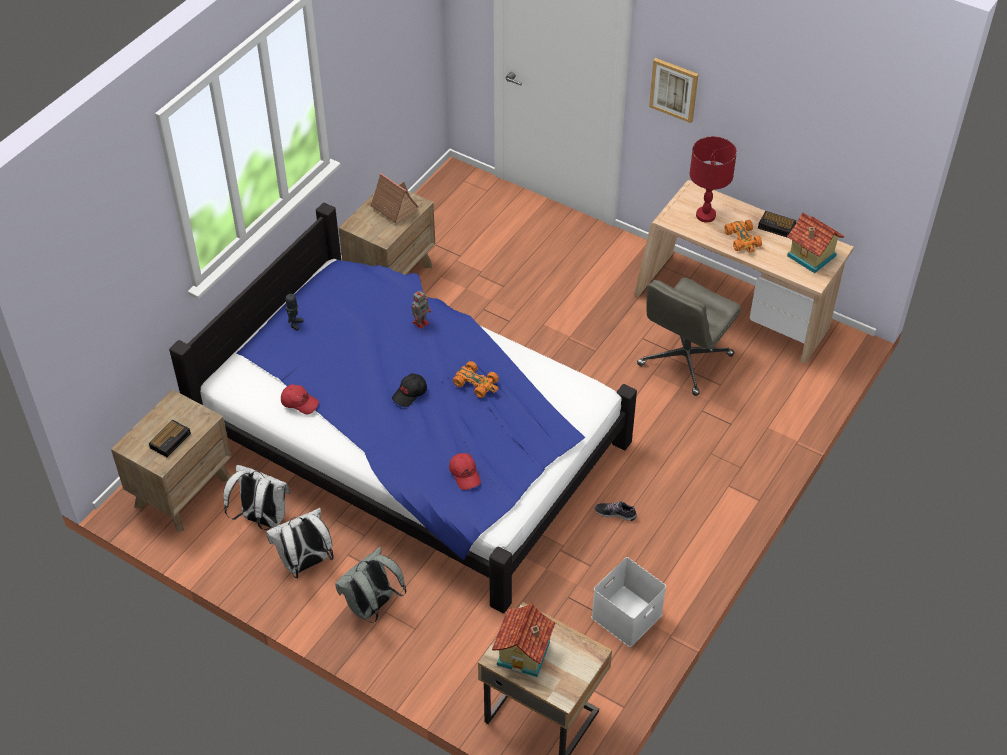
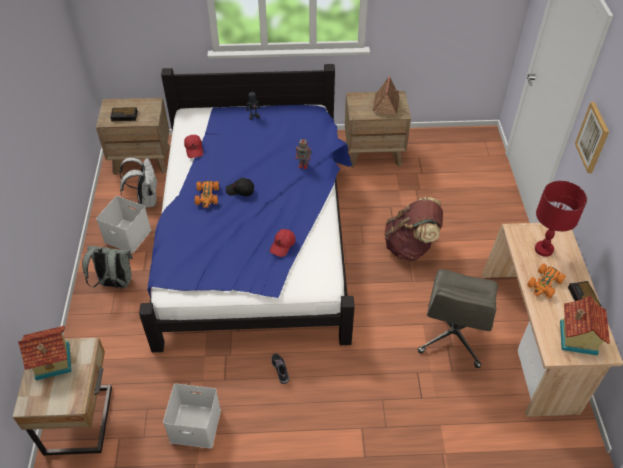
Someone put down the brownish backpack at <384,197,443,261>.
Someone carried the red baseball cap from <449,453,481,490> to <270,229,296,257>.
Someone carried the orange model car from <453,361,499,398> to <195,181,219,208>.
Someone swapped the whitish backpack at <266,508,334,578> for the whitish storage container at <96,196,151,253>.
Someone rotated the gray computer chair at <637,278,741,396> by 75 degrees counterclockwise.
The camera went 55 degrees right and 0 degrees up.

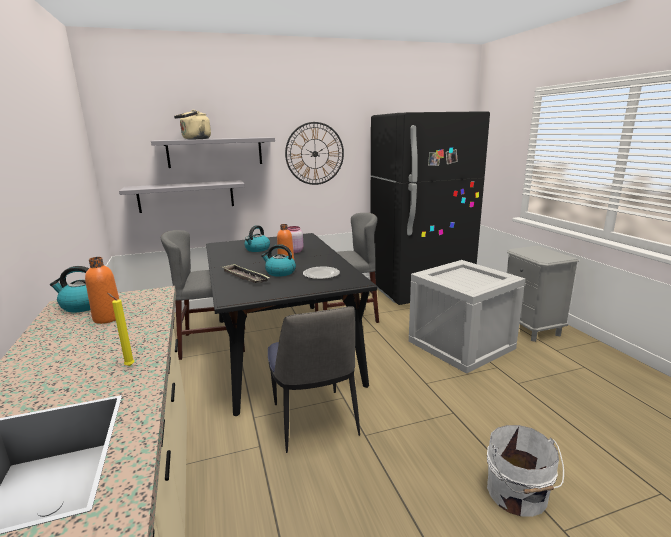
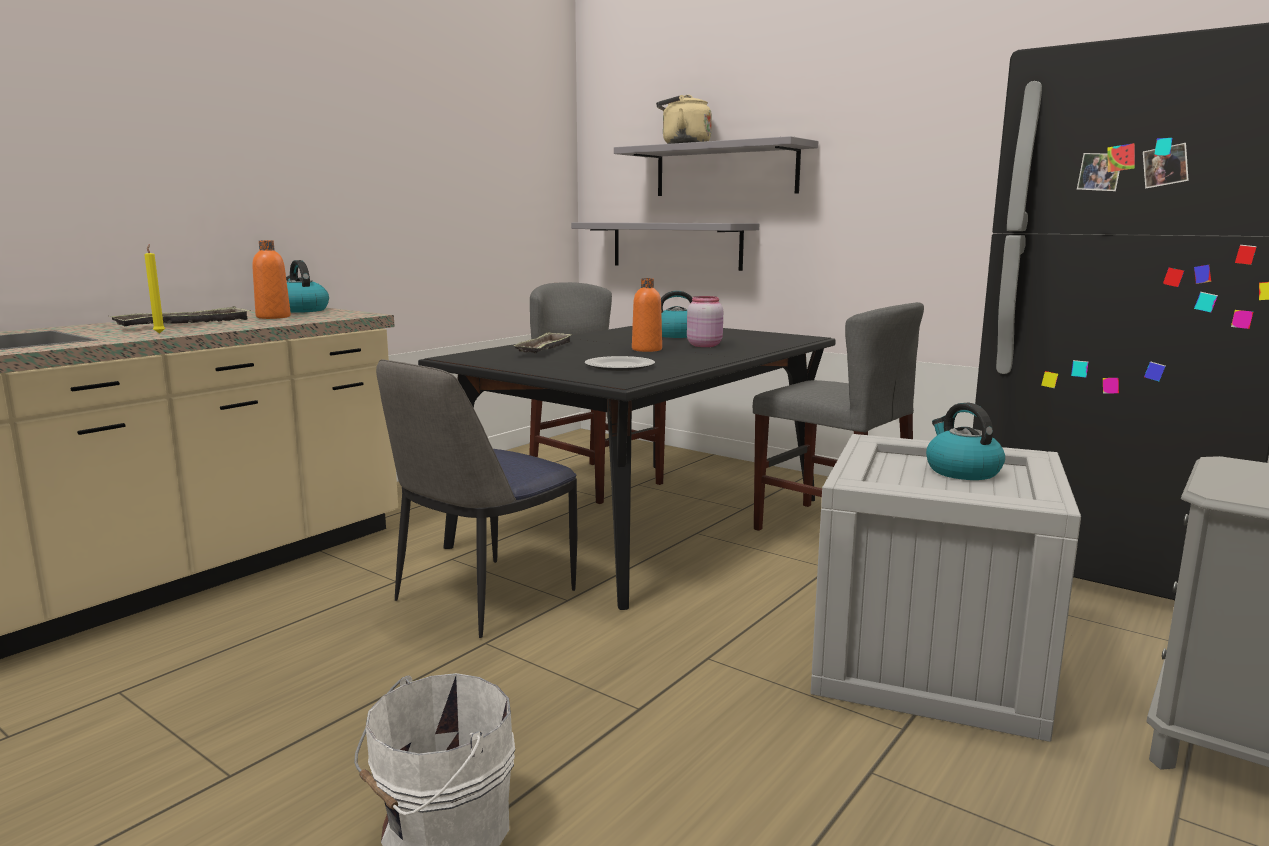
Someone took away the wall clock at <285,122,344,185>.
Someone put down the tray at <108,306,251,326>.
Someone carried the tea kettle from <261,244,296,277> to <926,403,1005,480>.
The camera went 55 degrees right and 5 degrees down.

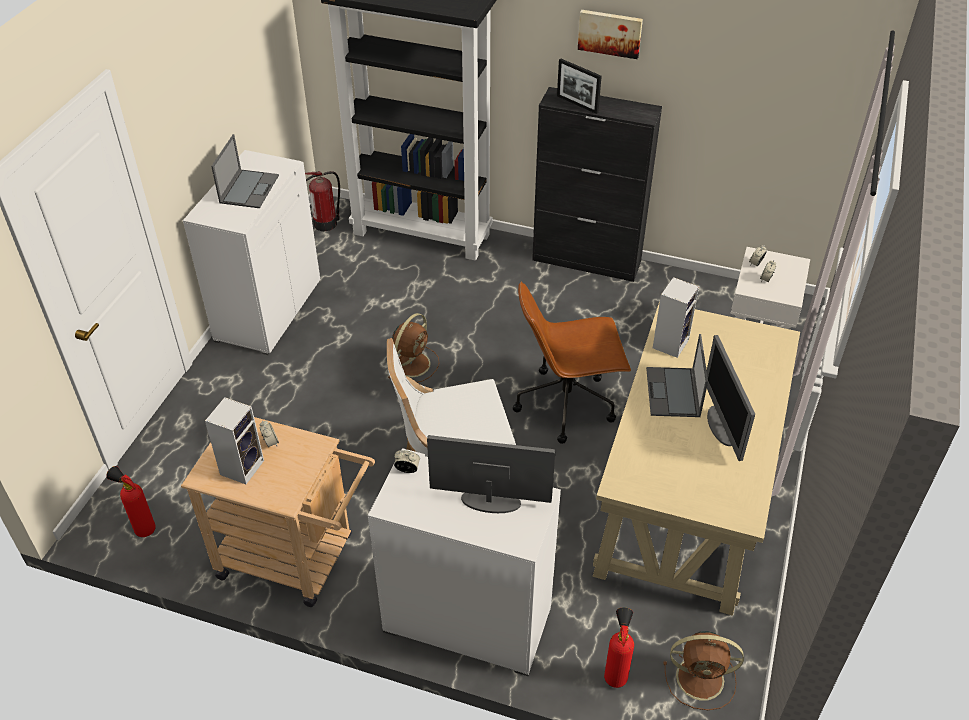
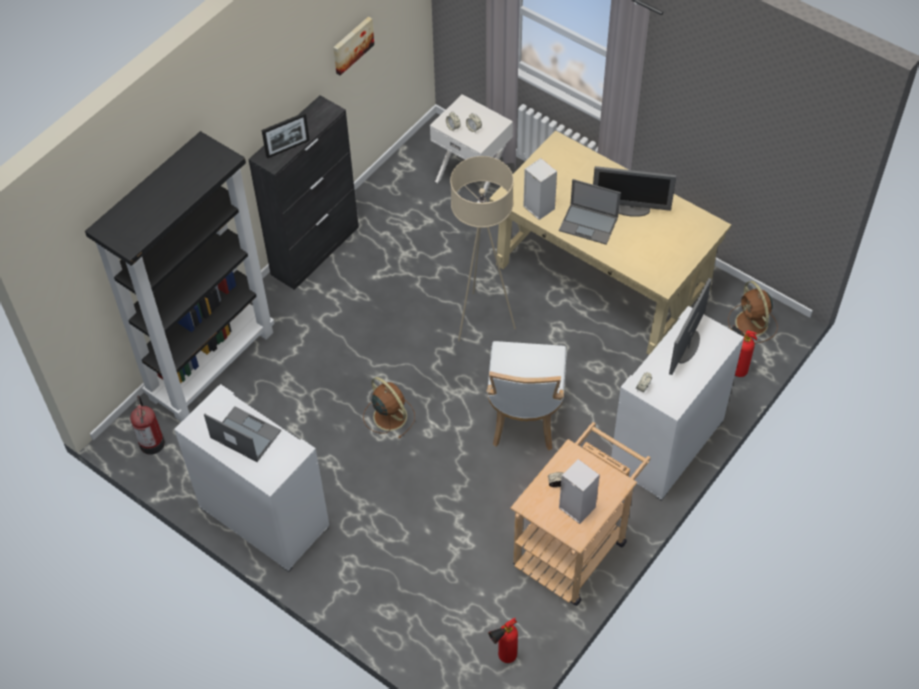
Someone carried the picture from <578,10,643,59> to <333,17,374,75>.
Someone swapped the brownish computer chair at <513,281,631,444> for the beige standing lamp at <450,156,516,341>.
Someone rotated the brownish cooling fan at <664,631,744,710> by 135 degrees clockwise.
The camera went 70 degrees left and 10 degrees up.

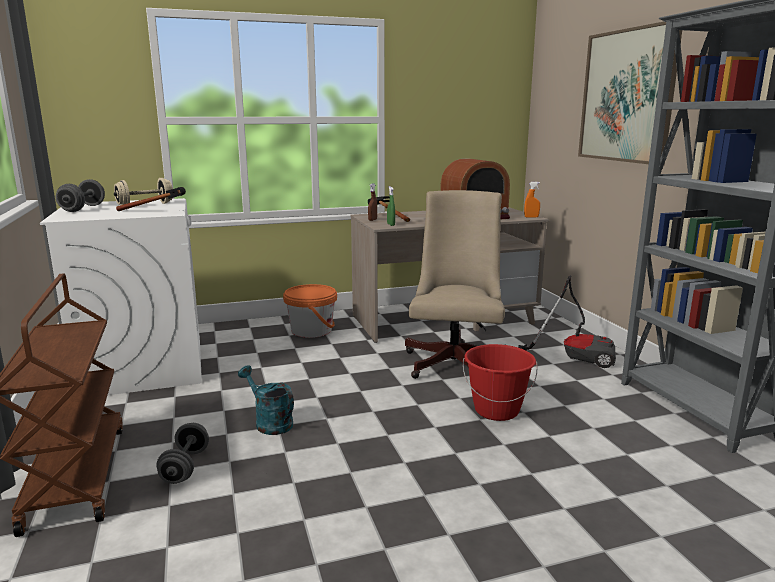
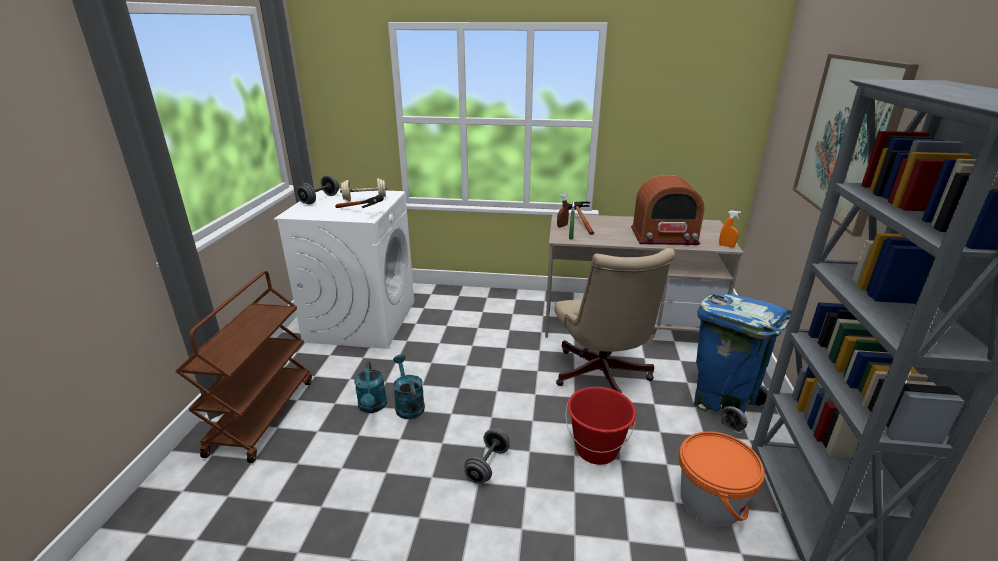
Someone put down the turquoise sprinkling can at <354,361,387,413>.
Someone carried the gray hand weight from <157,423,209,484> to <464,428,510,484>.
Someone carried the orange pail from <283,284,337,338> to <679,431,765,526>.
Someone swapped the vacuum at <518,276,616,368> for the blue-coloured waste bin at <693,293,792,433>.
Someone rotated the beige computer chair at <405,190,505,379> by 135 degrees clockwise.
The camera went 25 degrees right and 10 degrees up.

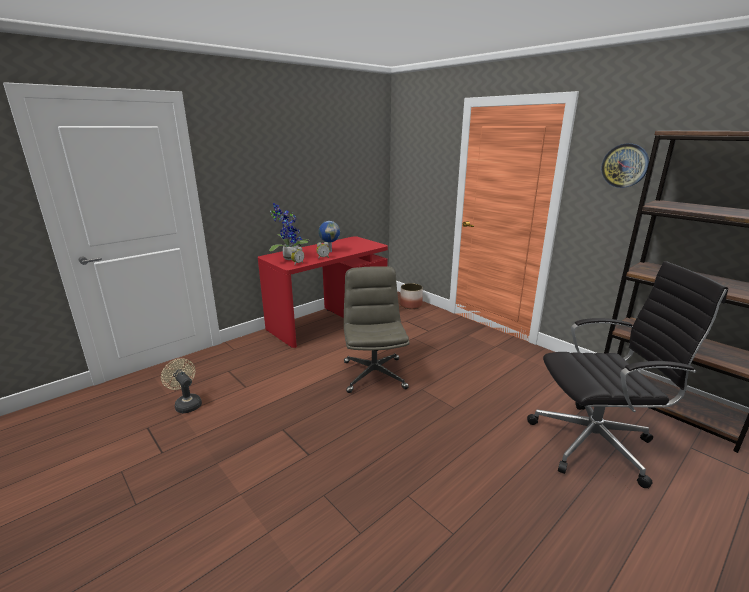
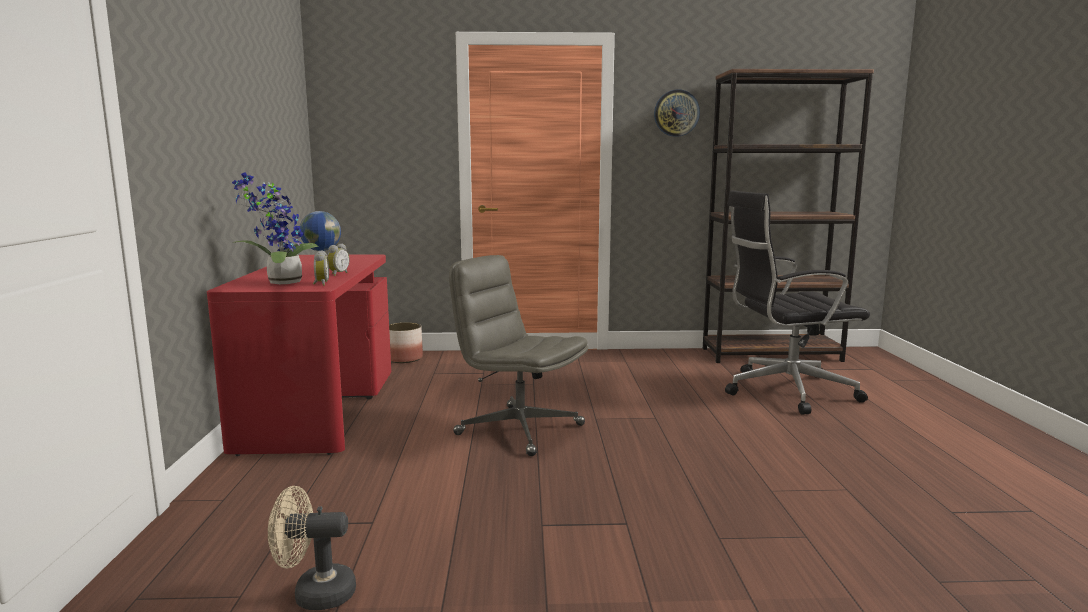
Someone rotated the black-coloured computer chair at <527,261,728,488> by 135 degrees counterclockwise.
The camera went 50 degrees left and 10 degrees down.

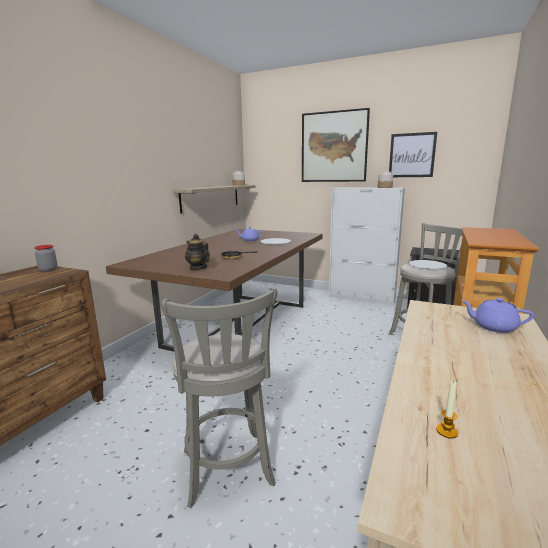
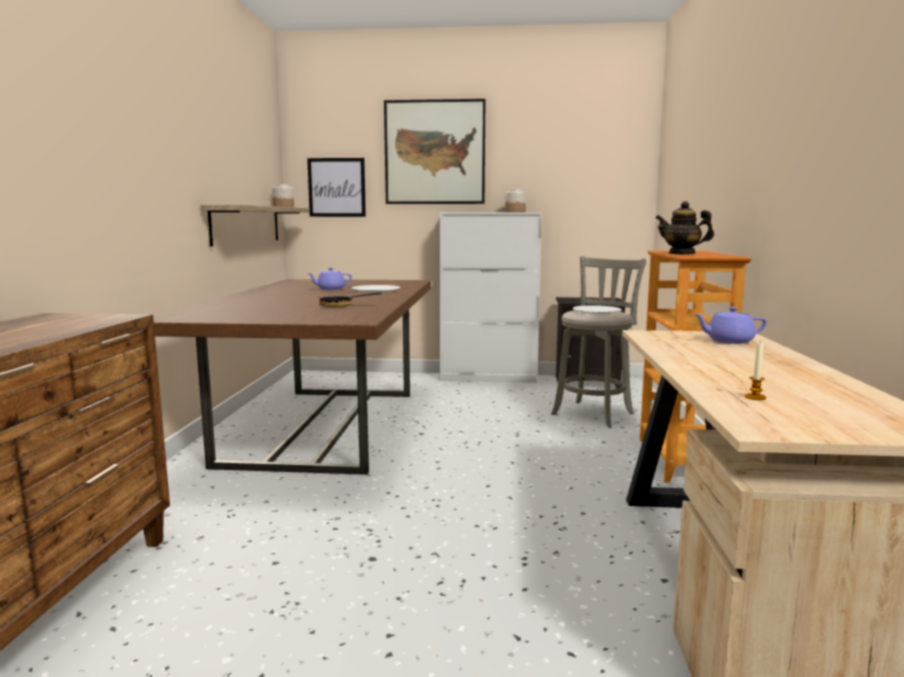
Someone took away the jar at <34,245,58,272>.
Someone took away the gray sitting stool at <161,287,278,508>.
Someone carried the pot for tea from <185,234,210,270> to <656,201,714,254>.
Someone carried the picture from <389,132,437,177> to <307,158,366,217>.
The camera went 20 degrees left and 5 degrees down.

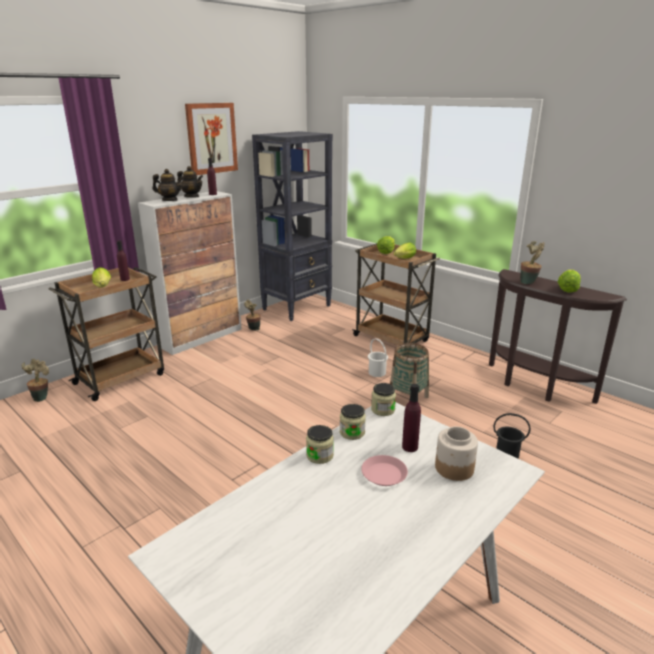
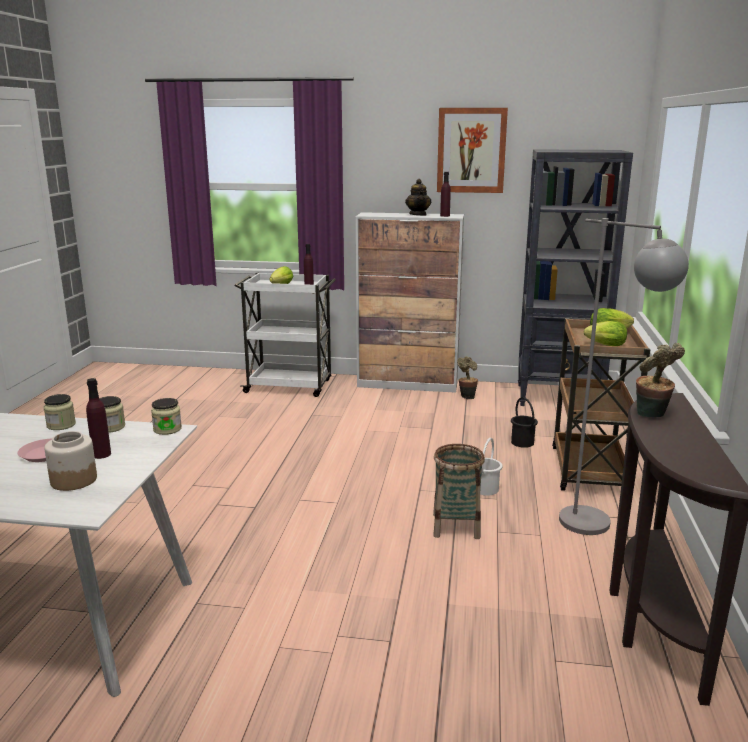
Someone took away the plant in a pot at <21,359,49,402>.
Someone took away the pot for tea at <153,169,183,201>.
Someone took away the head of lettuce at <557,270,581,292>.
Someone put down the gray standing lamp at <559,218,689,535>.
Someone carried the black-coloured pail from <494,413,530,458> to <511,397,538,448>.
Someone repainted the brownish trolley at <49,266,164,401>, which became the whitish trolley at <234,273,336,397>.
The camera went 55 degrees right and 5 degrees down.

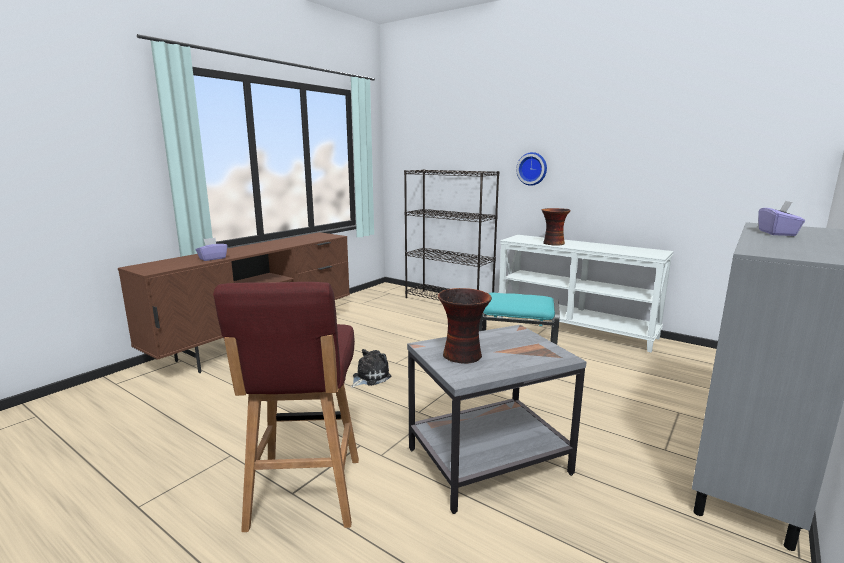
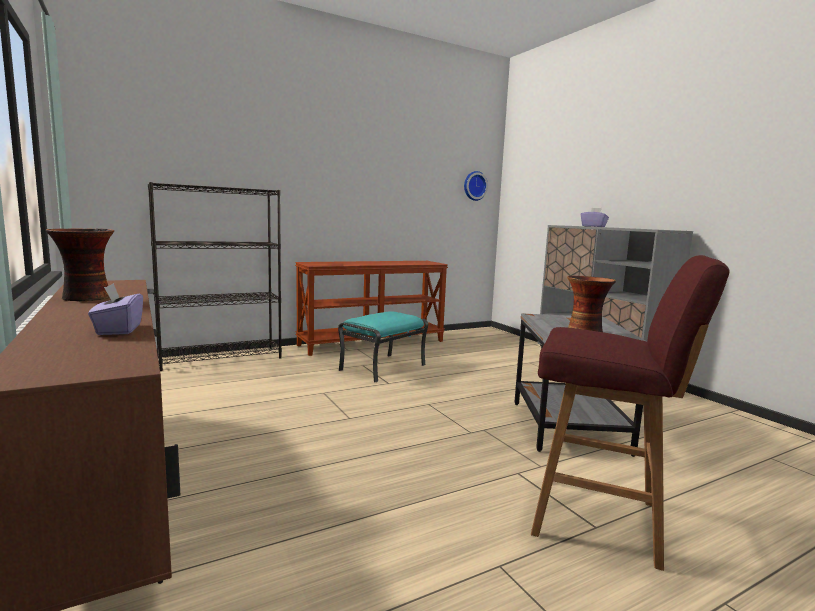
Someone took away the soft toy at <351,349,391,388>.
Someone carried the wall clock from <516,152,547,186> to <464,171,488,201>.
Someone carried the vase from <542,208,571,245> to <46,228,114,301>.
Someone repainted the whitish hall table at <498,235,674,352>, which became the brownish hall table at <295,261,448,356>.
The camera went 65 degrees left and 5 degrees down.

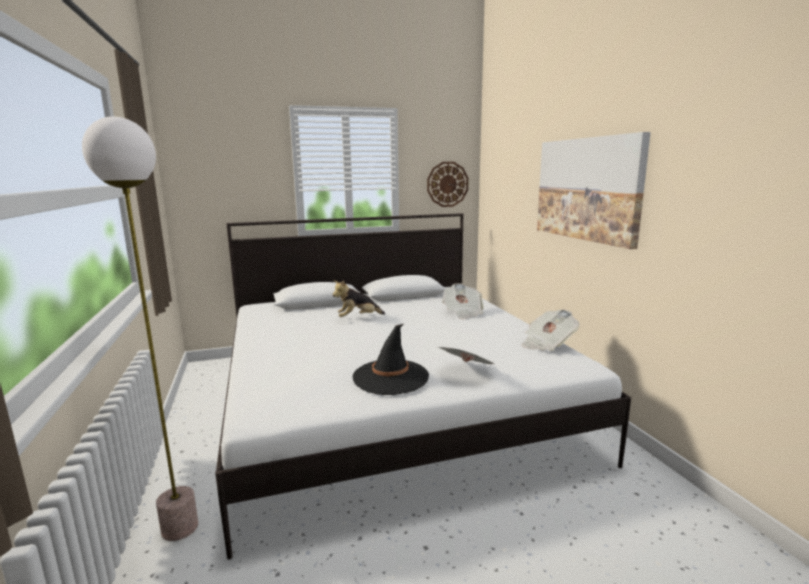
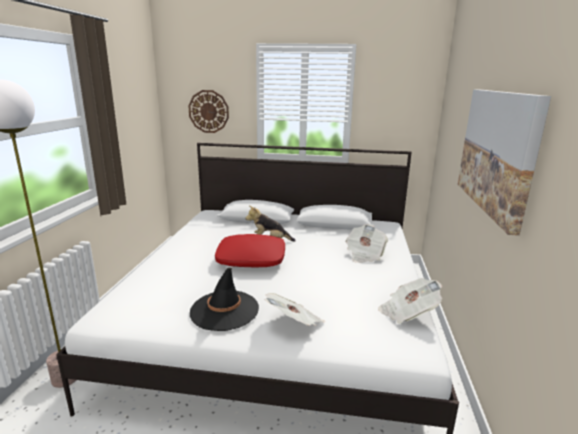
Someone put down the red pillow at <215,234,285,267>.
Someone carried the wall clock from <427,162,468,207> to <188,90,229,133>.
The camera went 25 degrees right and 5 degrees up.

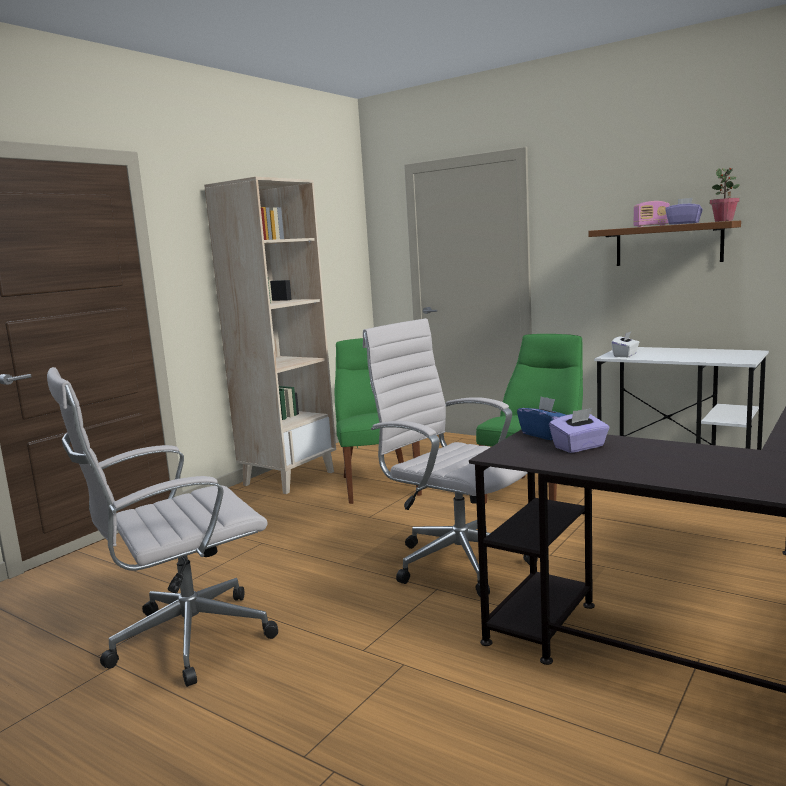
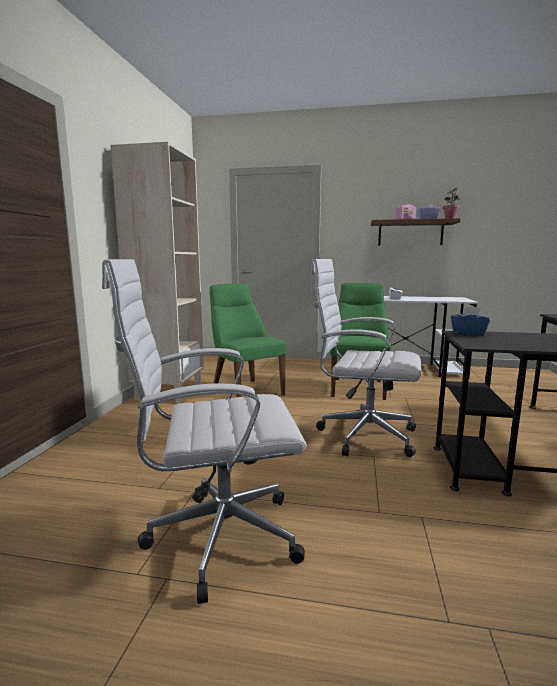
Someone took away the purplish tissue holder at <549,408,609,453>.
Someone rotated the whitish computer chair at <47,367,278,687> by 45 degrees clockwise.
The camera went 25 degrees left and 0 degrees up.

